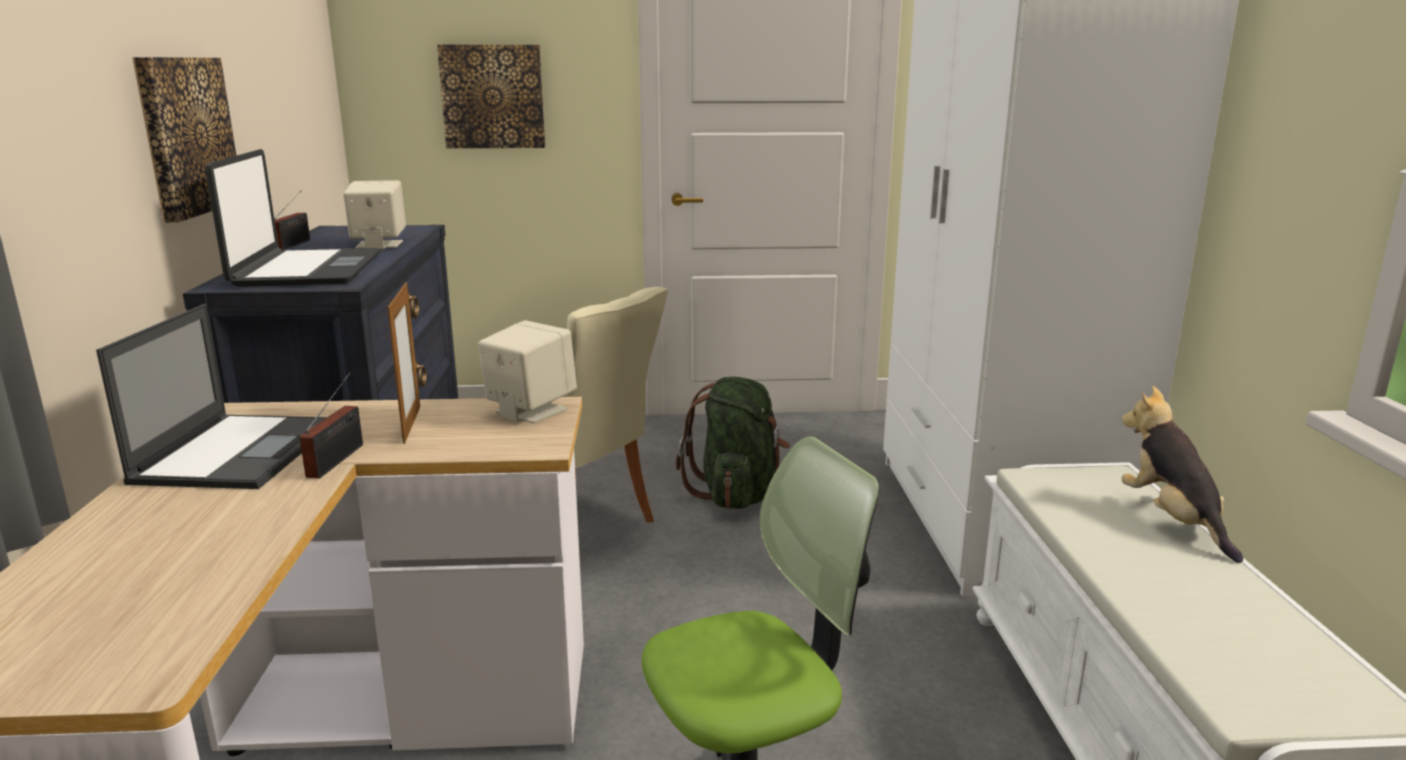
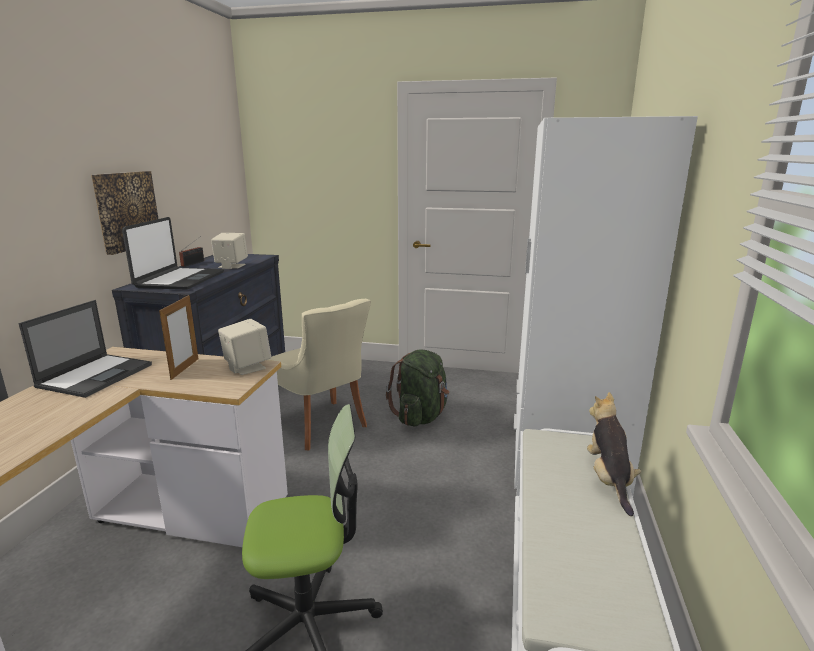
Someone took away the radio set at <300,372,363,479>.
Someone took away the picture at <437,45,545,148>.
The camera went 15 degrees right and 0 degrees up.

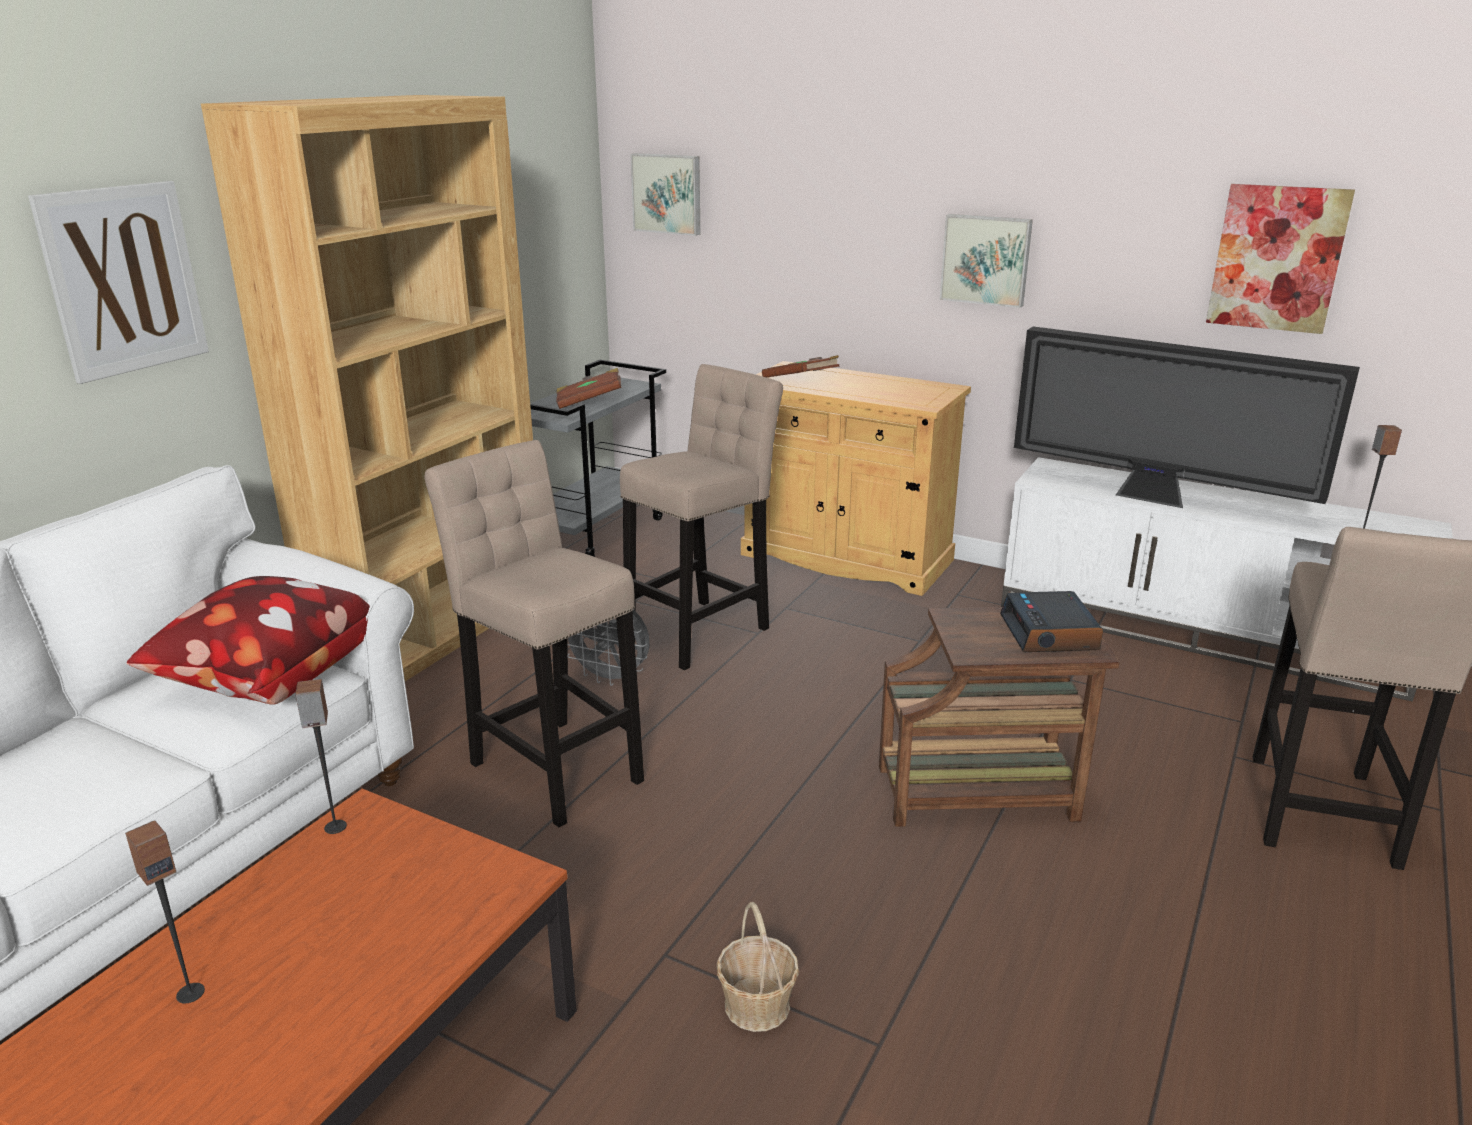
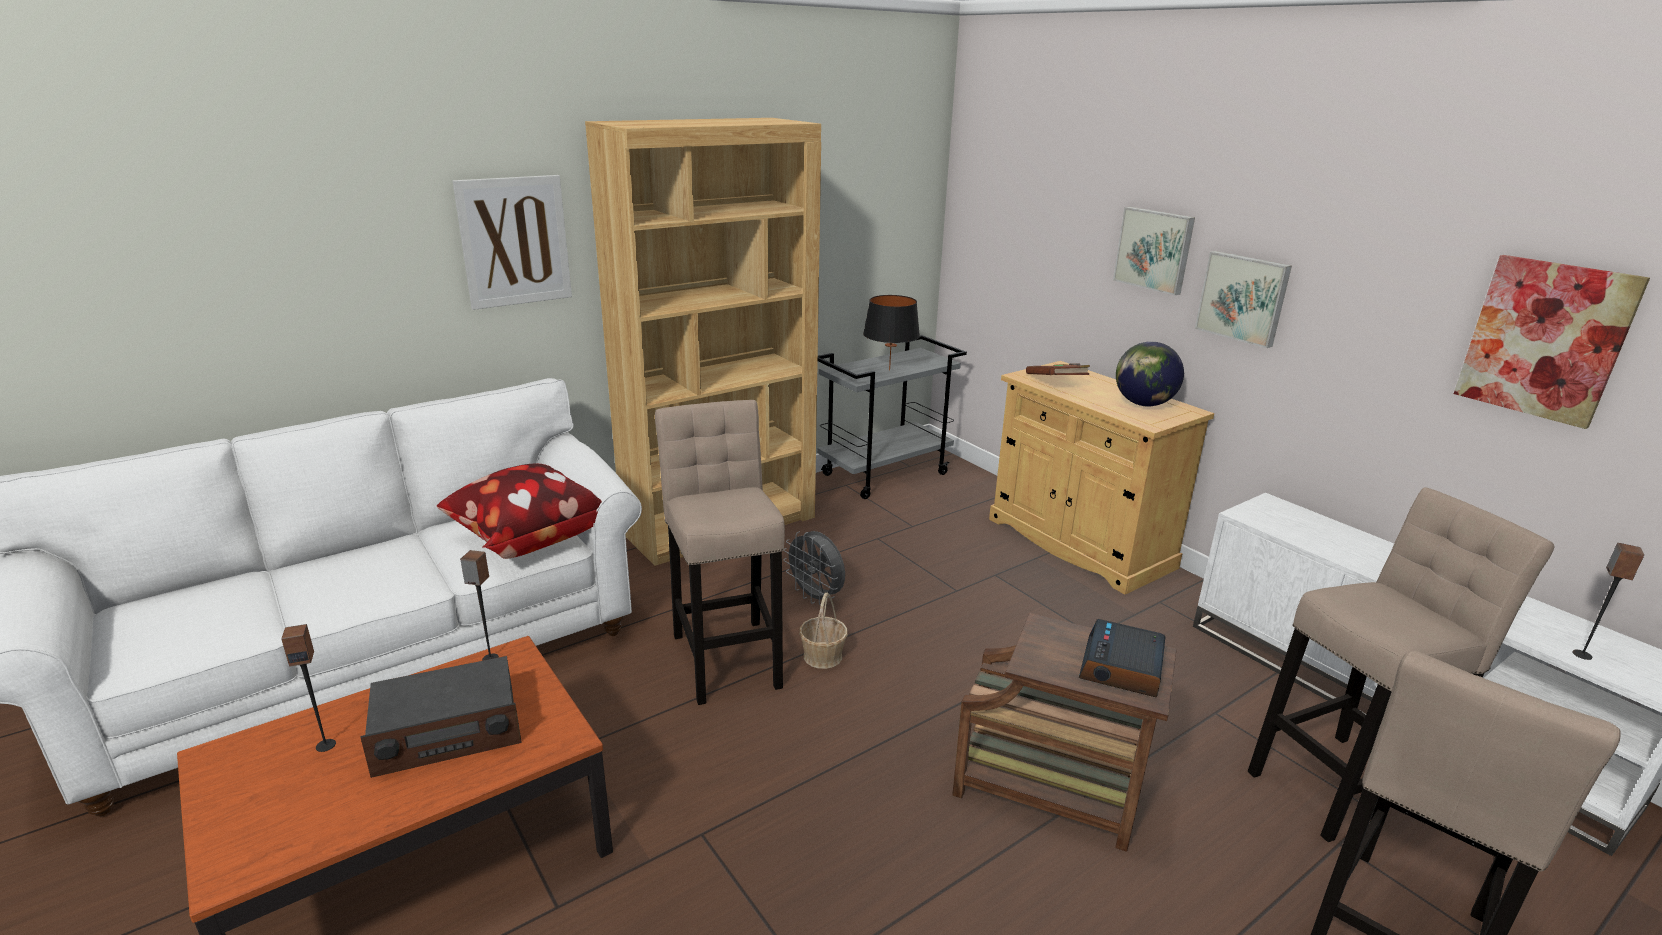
Someone took away the TV set at <1014,326,1360,508>.
Someone put down the radio set at <361,656,522,778>.
Someone put down the desk globe at <1116,341,1184,406>.
Someone carried the beige sitting stool from <620,364,783,670> to <1248,488,1555,842>.
Someone carried the picture from <631,153,700,236> to <1113,207,1195,295>.
Someone carried the basket from <717,902,799,1032> to <799,593,848,669>.
Someone swapped the brownish bound book at <556,368,621,409> for the black-coloured table lamp at <863,295,920,371>.
The camera went 25 degrees right and 0 degrees up.

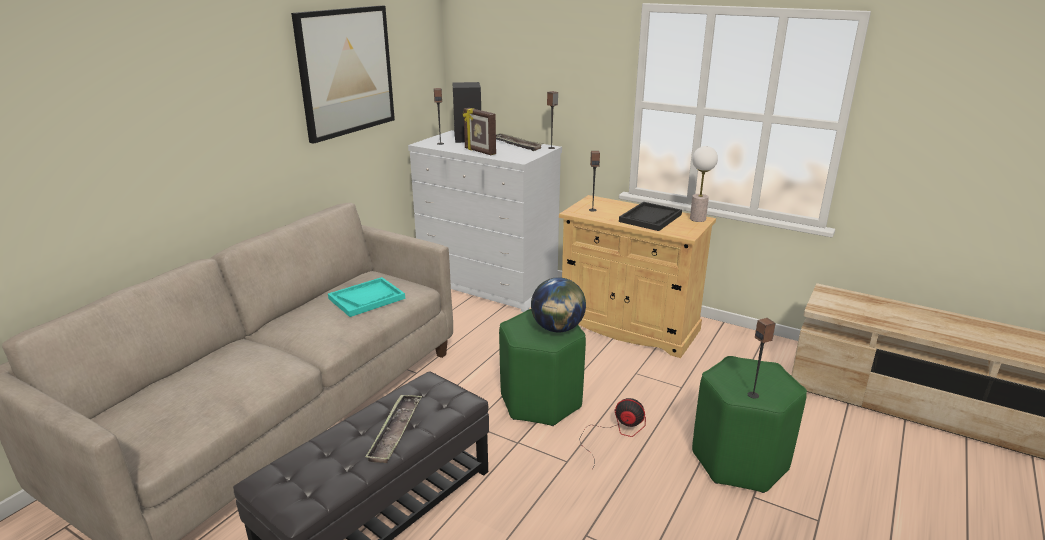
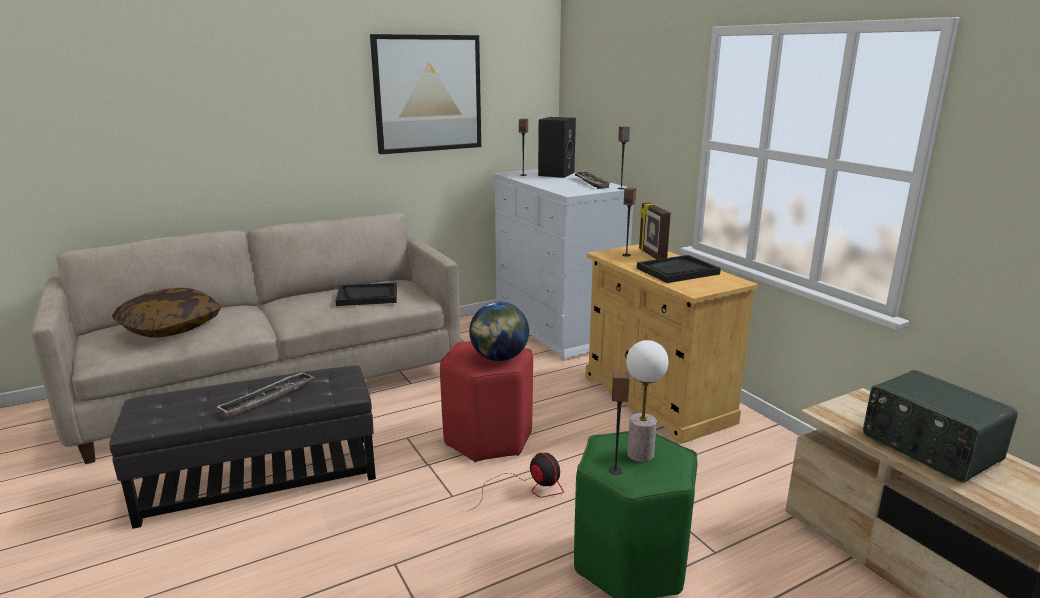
Someone put down the pillow at <112,288,221,338>.
Someone put down the radio set at <863,370,1018,483>.
Someone carried the picture frame from <463,108,496,155> to <639,203,671,260>.
Someone carried the table lamp from <690,146,718,222> to <626,340,669,462>.
Someone repainted the turquoise tray at <328,277,405,317>, which became the black-coloured tray at <335,282,397,306>.
Someone repainted the green-coloured sitting stool at <499,309,586,426>, which became the red sitting stool at <440,341,533,462>.
The camera went 30 degrees right and 5 degrees down.

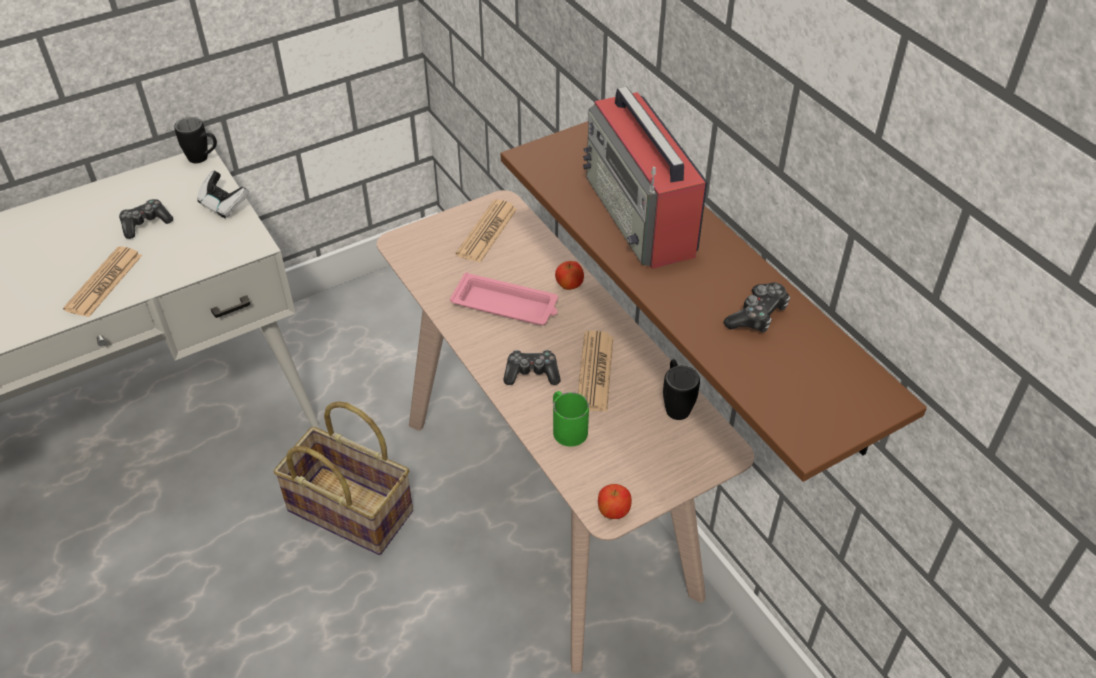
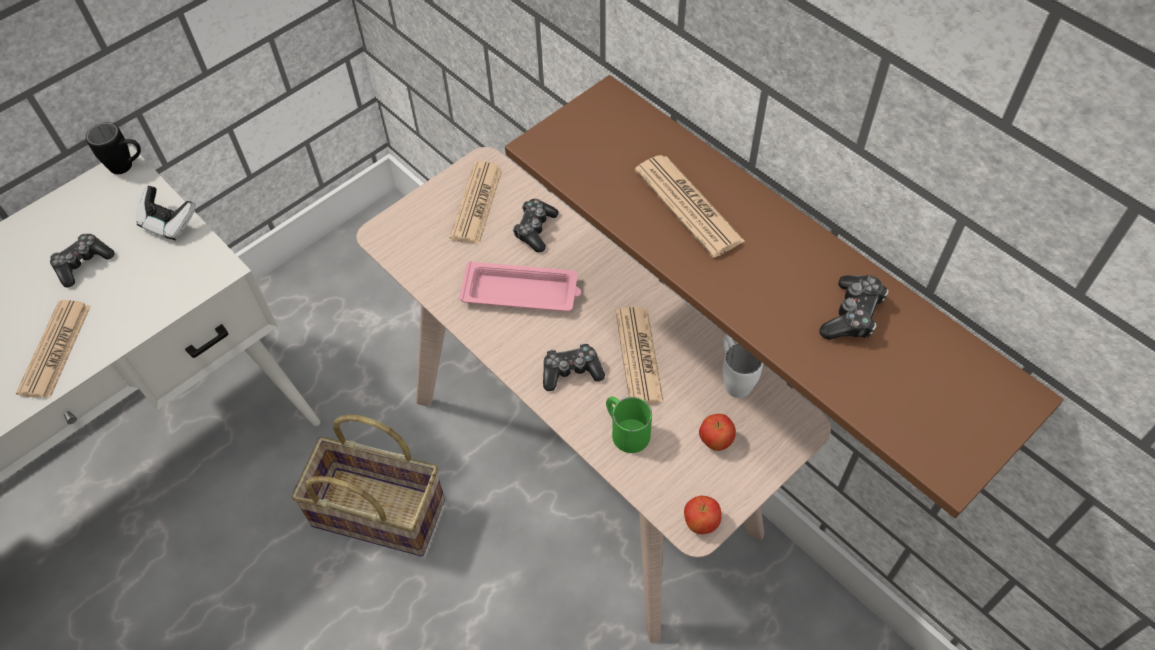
Someone put down the joypad at <513,199,559,252>.
Someone carried the apple fruit from <555,261,584,290> to <699,414,736,451>.
Someone swapped the radio set at <583,87,707,269> for the printed paper at <635,155,745,258>.
Someone repainted the black-coloured coffee mug at <663,359,700,420>, which became the whitish coffee mug at <722,335,763,398>.
The camera went 10 degrees left and 10 degrees up.

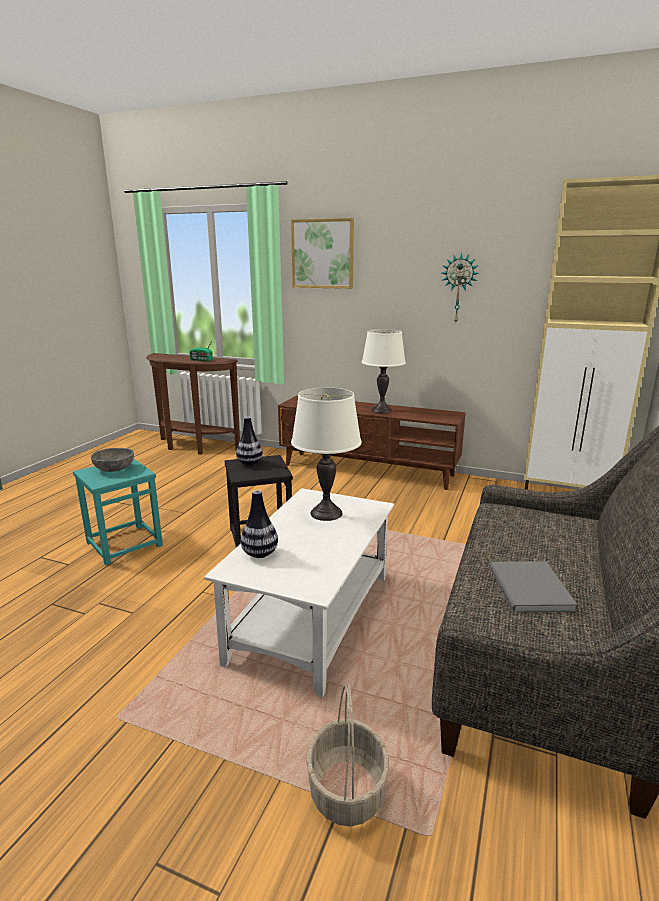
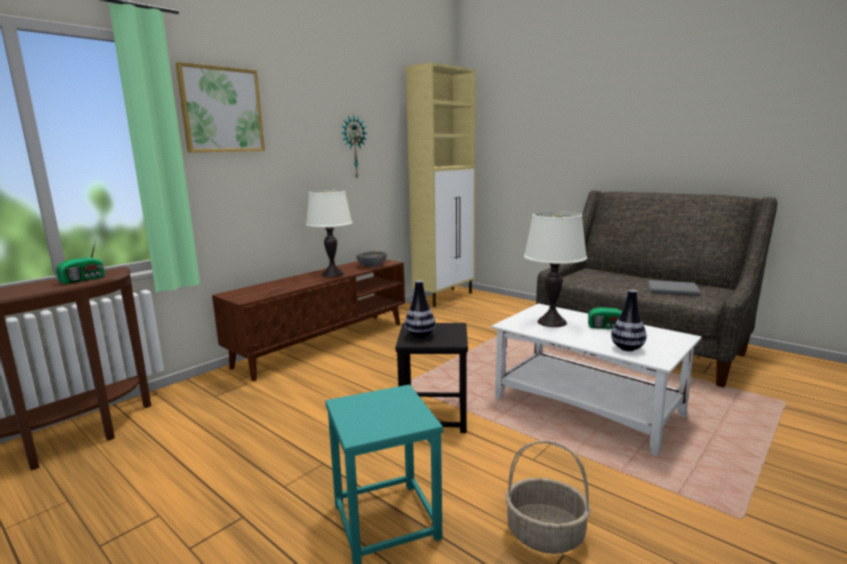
Someone put down the radio set at <588,296,627,329>.
Someone carried the gray serving bowl from <91,448,134,472> to <356,251,387,267>.
Someone carried the basket from <306,684,389,827> to <505,441,591,554>.
The camera went 70 degrees left and 5 degrees down.

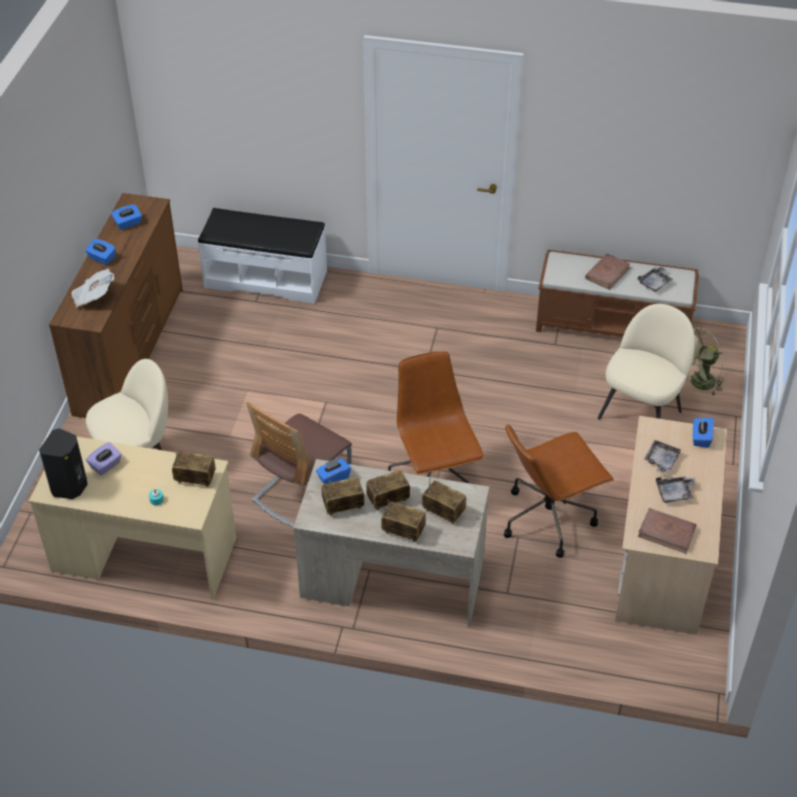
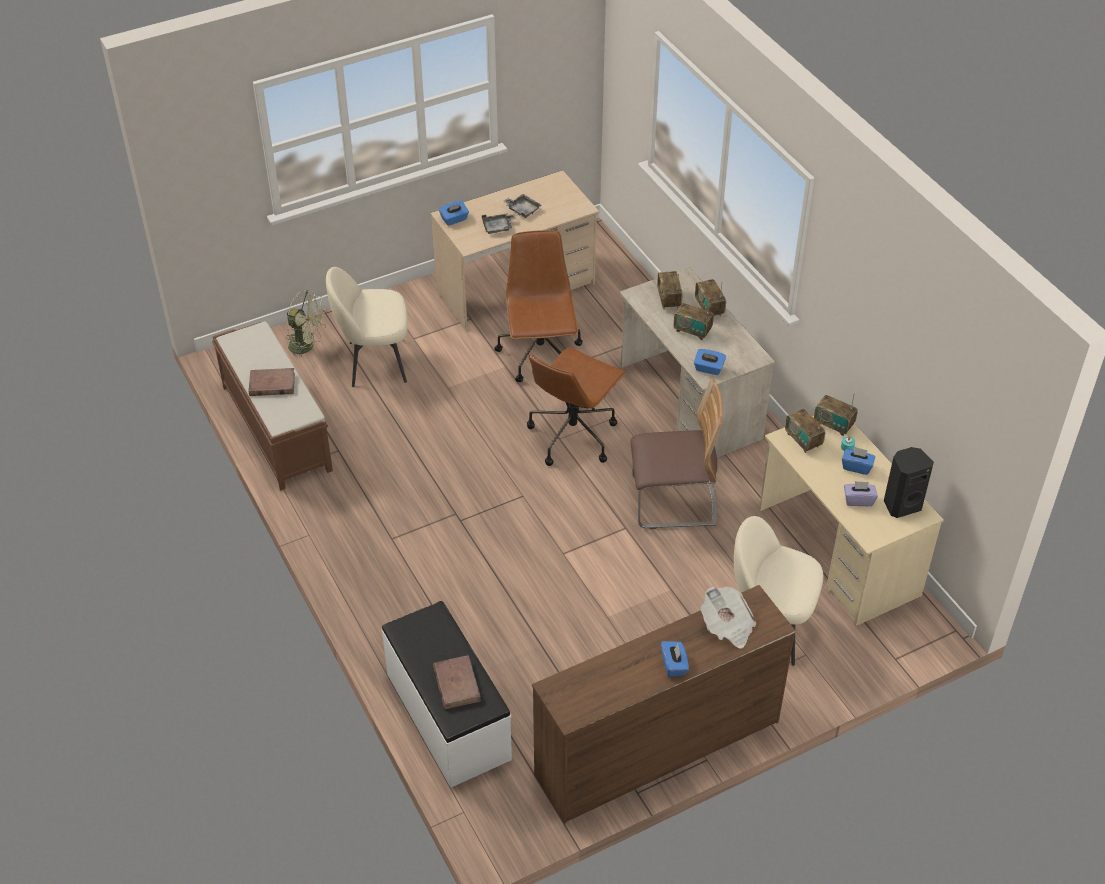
Someone took away the gray tray at <638,266,673,292>.
Someone carried the blue-coloured tissue holder from <111,204,142,230> to <842,447,875,475>.
Someone carried the radio set from <321,477,365,515> to <814,393,858,436>.
Someone carried the brownish bound book from <638,508,696,554> to <433,655,481,709>.
Someone rotated the brownish computer chair at <504,425,614,558> by 120 degrees counterclockwise.
The camera went 130 degrees left and 0 degrees up.

